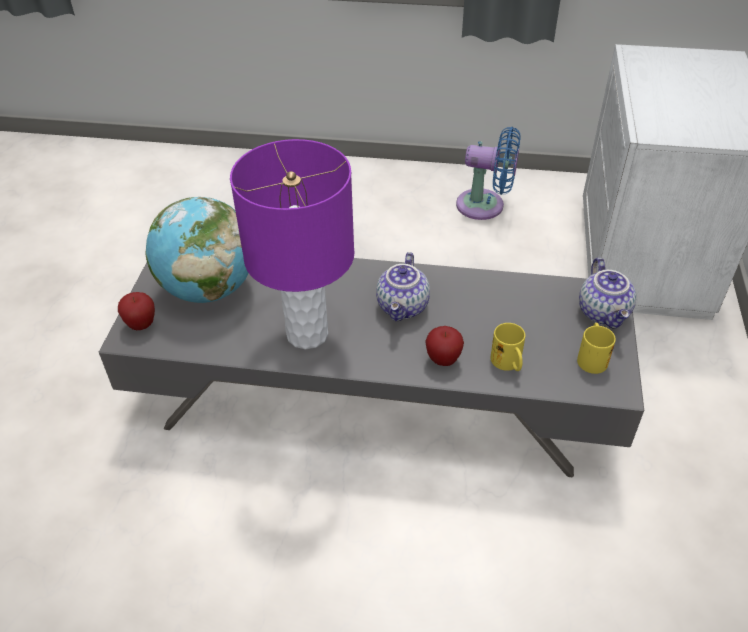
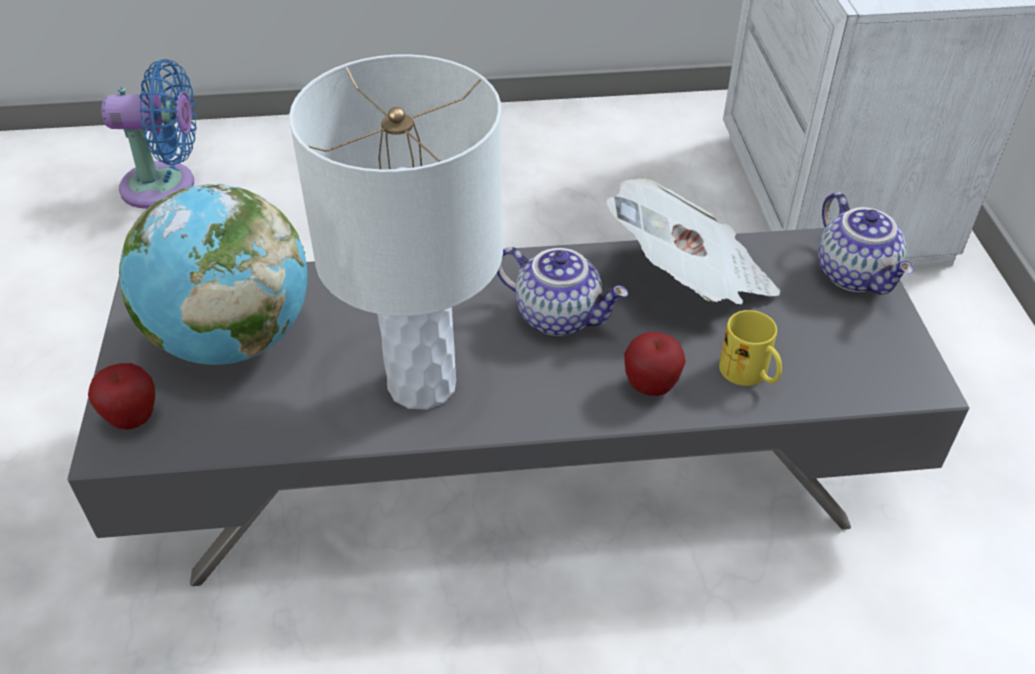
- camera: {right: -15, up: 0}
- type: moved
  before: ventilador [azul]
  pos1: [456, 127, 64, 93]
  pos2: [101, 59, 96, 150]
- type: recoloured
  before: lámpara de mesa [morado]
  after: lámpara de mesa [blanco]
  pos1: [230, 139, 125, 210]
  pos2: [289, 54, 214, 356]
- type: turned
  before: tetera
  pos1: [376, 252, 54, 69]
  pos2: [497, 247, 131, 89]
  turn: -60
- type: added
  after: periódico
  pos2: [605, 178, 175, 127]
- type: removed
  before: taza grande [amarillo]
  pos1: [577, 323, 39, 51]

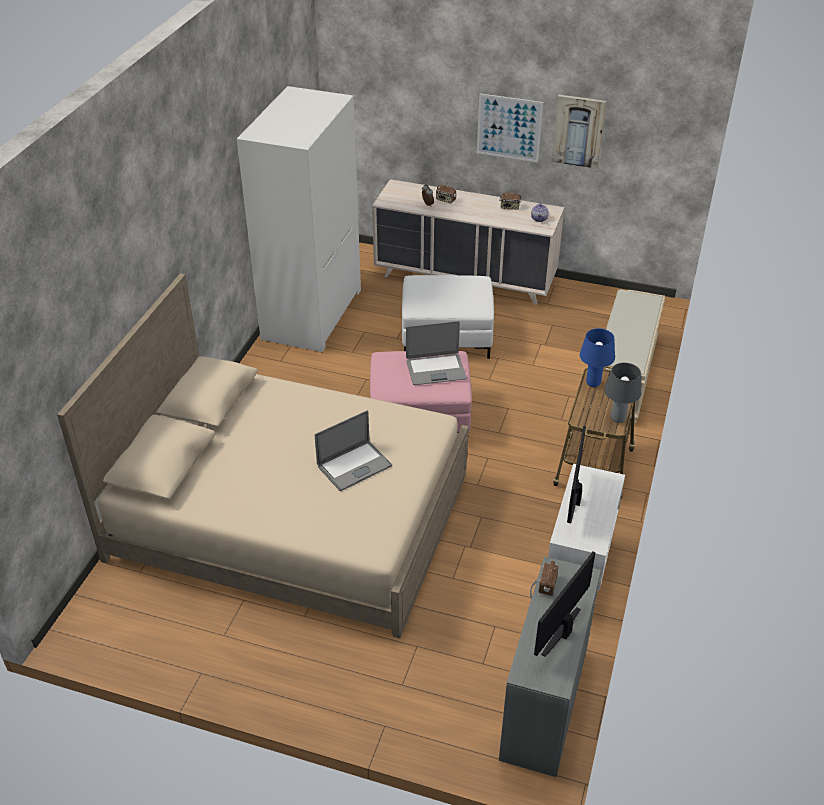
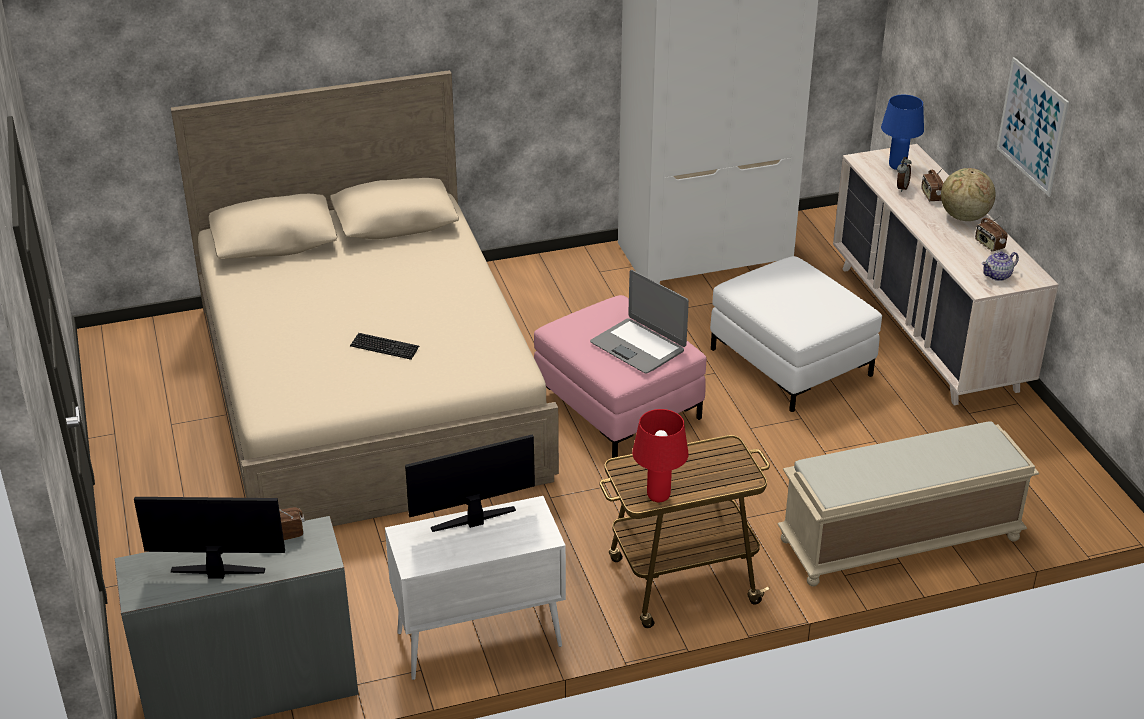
- camera: {right: 55, up: -5}
- type: replaced
  before: portátil
  after: teclado
  pos1: [315, 410, 77, 81]
  pos2: [350, 333, 69, 27]
- type: recoloured
  before: lámpara de mesa [gris]
  after: lámpara de mesa [rojo]
  pos1: [604, 363, 37, 60]
  pos2: [632, 409, 57, 93]
- type: moved
  before: lámpara de mesa [azul]
  pos1: [580, 328, 35, 59]
  pos2: [881, 95, 43, 75]
- type: added
  after: globo terráqueo
  pos2: [941, 168, 55, 53]
- type: removed
  before: cuadro
  pos1: [551, 94, 55, 75]

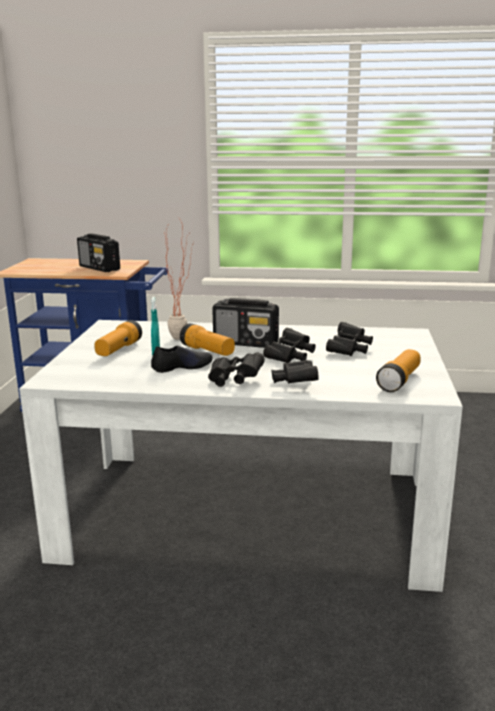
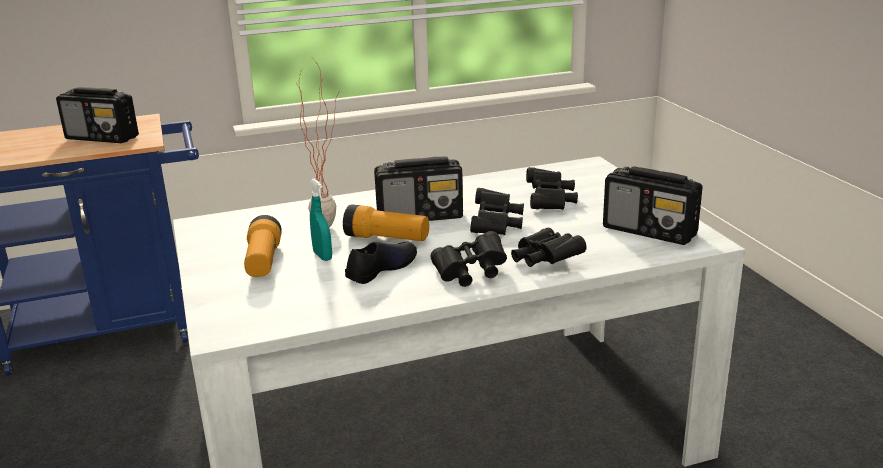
- camera: {right: -25, up: 5}
- type: replaced
  before: linterna
  after: radio
  pos1: [376, 349, 45, 43]
  pos2: [603, 166, 100, 79]

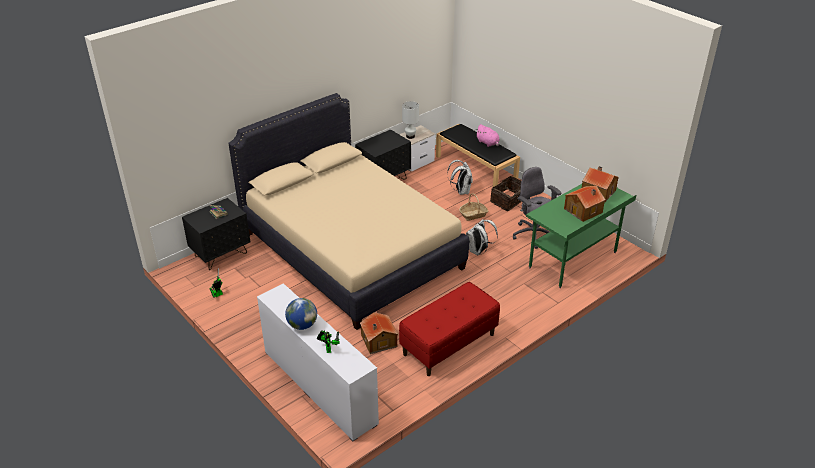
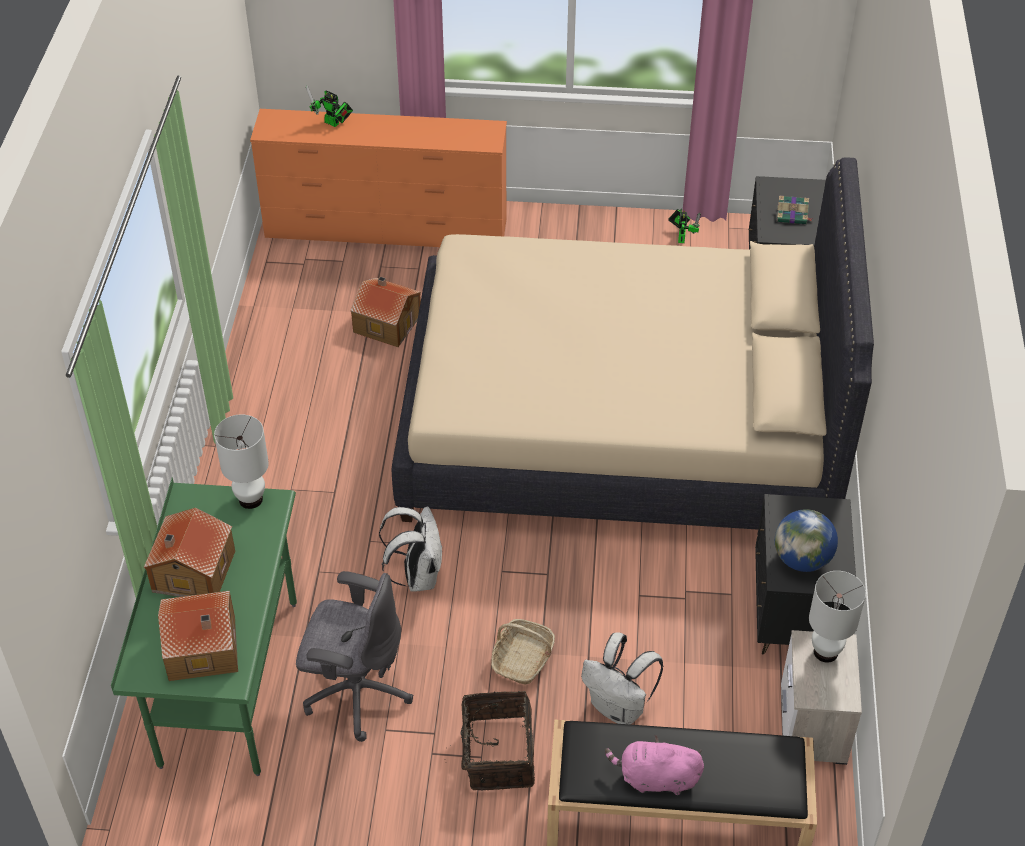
- camera: {right: 135, up: 10}
- type: added
  after: lámpara de mesa [blanco]
  pos2: [214, 414, 55, 95]
- type: recoloured
  before: cómoda [blanco]
  after: cómoda [naranja]
  pos1: [257, 283, 122, 158]
  pos2: [250, 109, 257, 138]
- type: moved
  before: globo terráqueo
  pos1: [285, 298, 32, 32]
  pos2: [775, 509, 63, 63]
- type: removed
  before: banco [rojo]
  pos1: [399, 282, 101, 94]

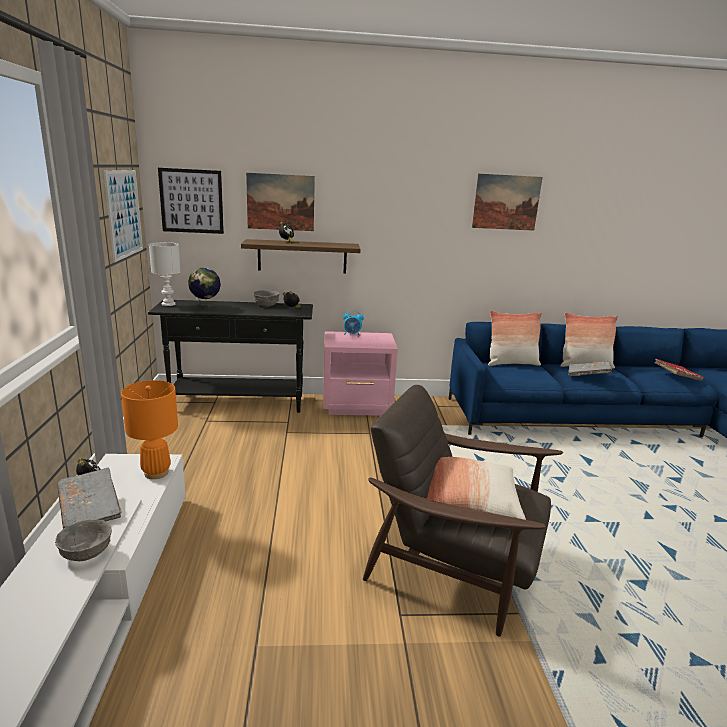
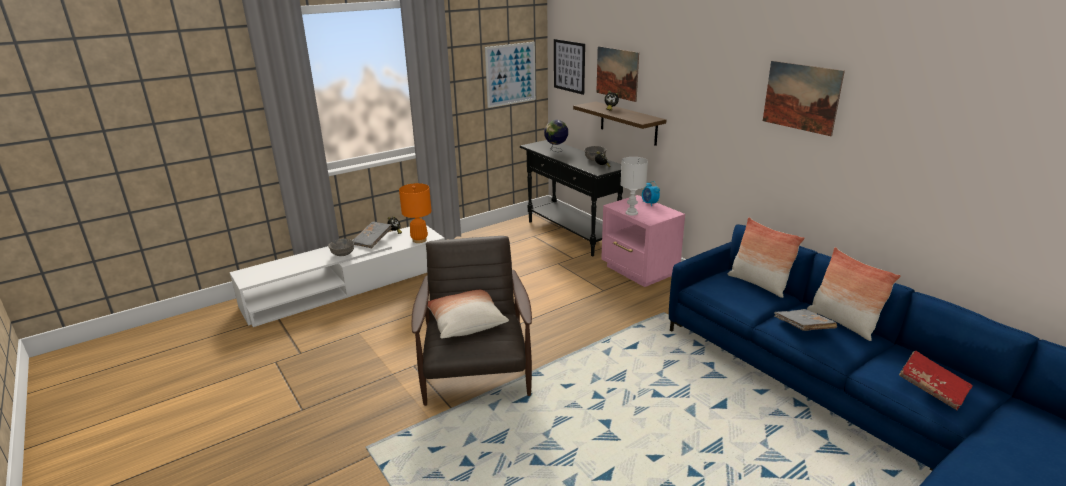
- camera: {right: 60, up: 5}
- type: moved
  before: lámpara de mesa [blanco]
  pos1: [149, 242, 32, 64]
  pos2: [620, 157, 28, 59]

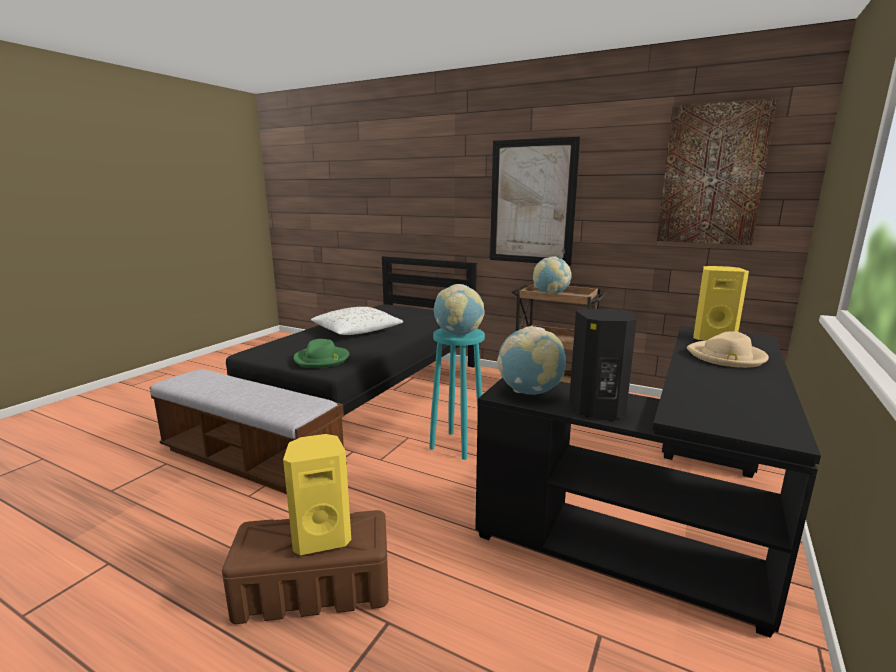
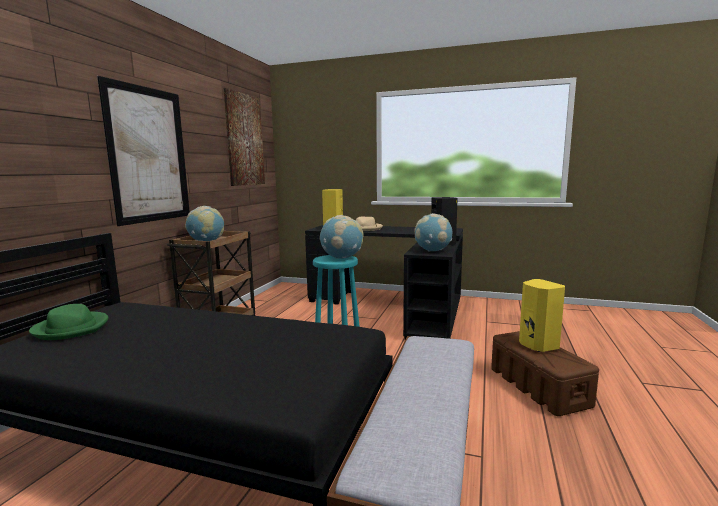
- camera: {right: -100, up: -5}
- type: moved
  before: sombrero [verde]
  pos1: [294, 339, 55, 29]
  pos2: [29, 304, 79, 36]
- type: removed
  before: cojín [blanco]
  pos1: [311, 307, 92, 28]

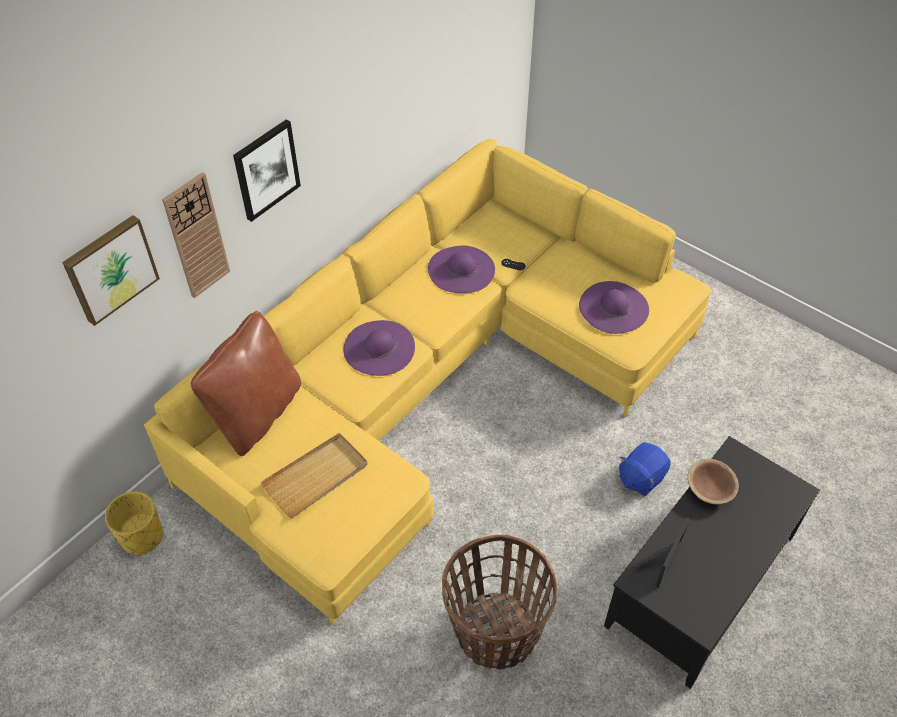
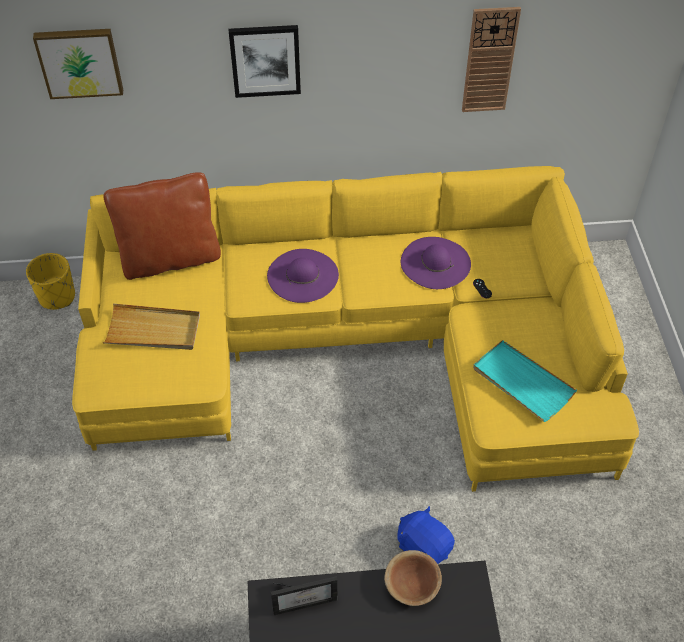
- camera: {right: 45, up: 0}
- type: turned
  before: peluche [azul]
  pos1: [619, 442, 52, 54]
  pos2: [397, 506, 58, 58]
  turn: 45
- type: moved
  before: reloj de pared
  pos1: [162, 172, 68, 126]
  pos2: [462, 7, 59, 105]
- type: replaced
  before: sombrero [morado]
  after: bandeja [turquesa]
  pos1: [579, 281, 70, 53]
  pos2: [473, 340, 104, 82]
- type: removed
  before: cesta
  pos1: [442, 535, 115, 134]

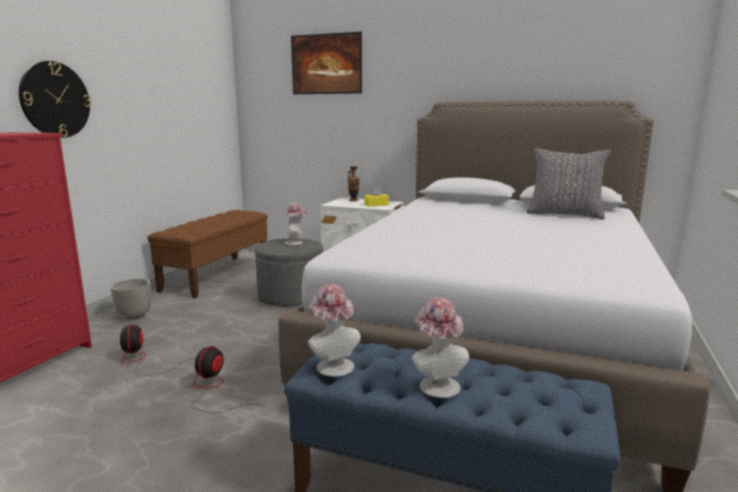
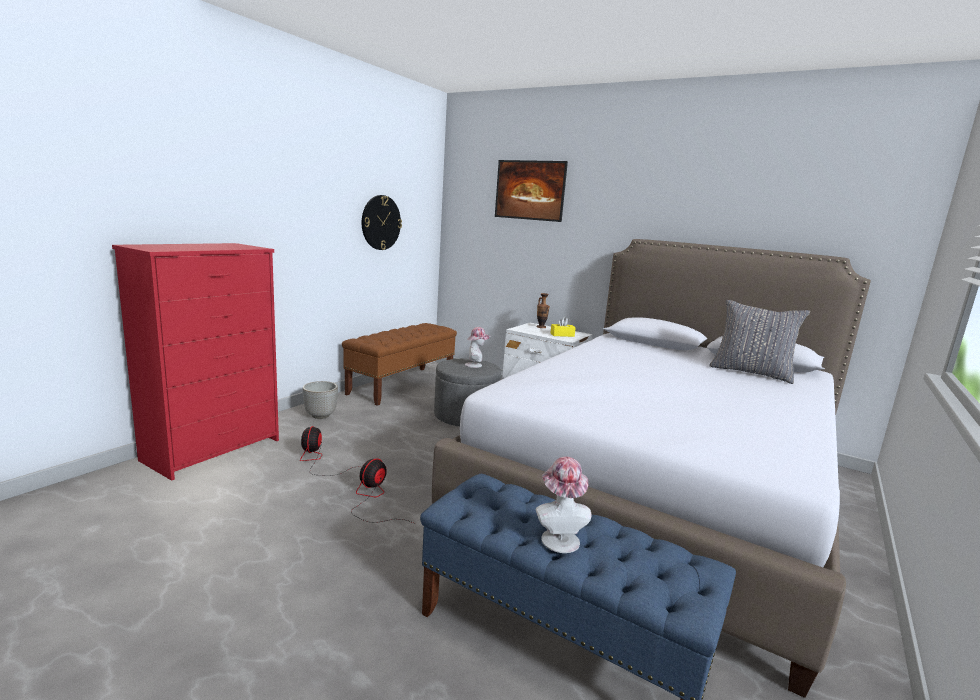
- camera: {right: 10, up: 0}
- type: moved
  before: reloj de pared
  pos1: [19, 61, 72, 77]
  pos2: [362, 195, 40, 55]
- type: removed
  before: sombrero
  pos1: [308, 284, 53, 93]

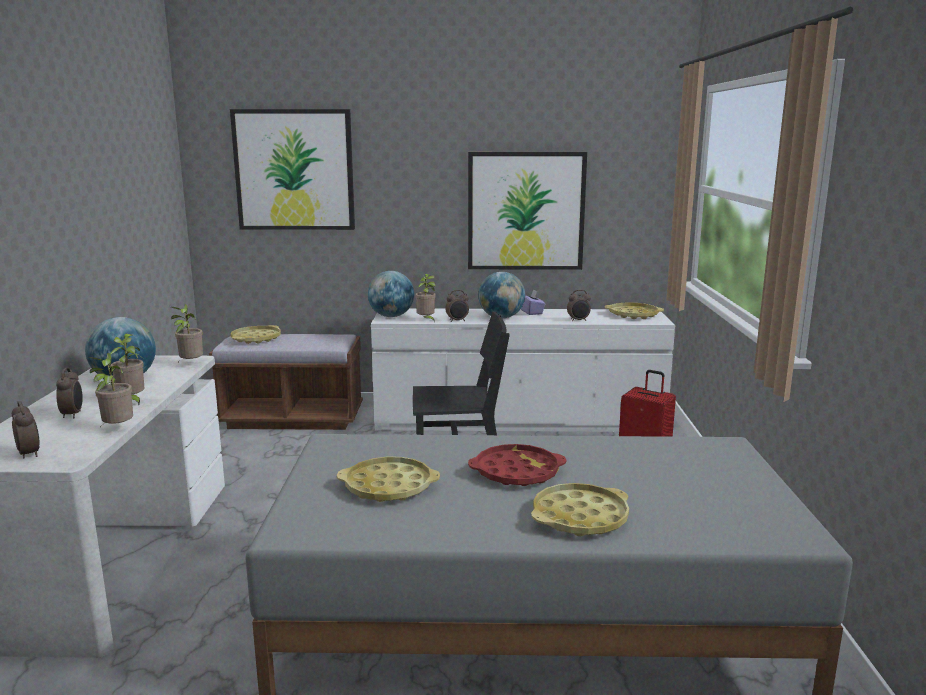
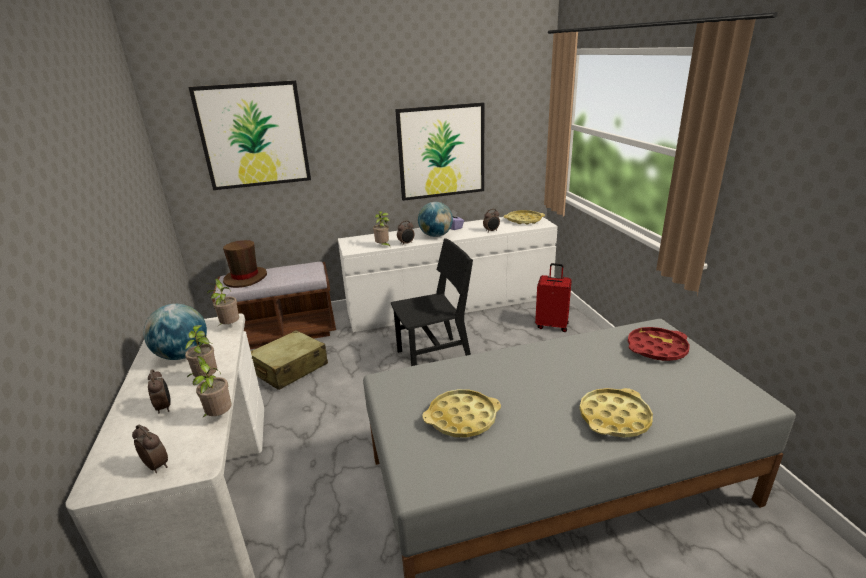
- camera: {right: -15, up: 10}
- type: replaced
  before: bandeja [amarillo]
  after: sombrero [marrón]
  pos1: [231, 325, 50, 19]
  pos2: [223, 240, 44, 48]
- type: added
  after: maleta [beis]
  pos2: [251, 330, 77, 60]
- type: moved
  before: bandeja [rojo]
  pos1: [468, 444, 99, 42]
  pos2: [628, 327, 62, 34]
- type: removed
  before: globo terráqueo
  pos1: [368, 271, 46, 46]

